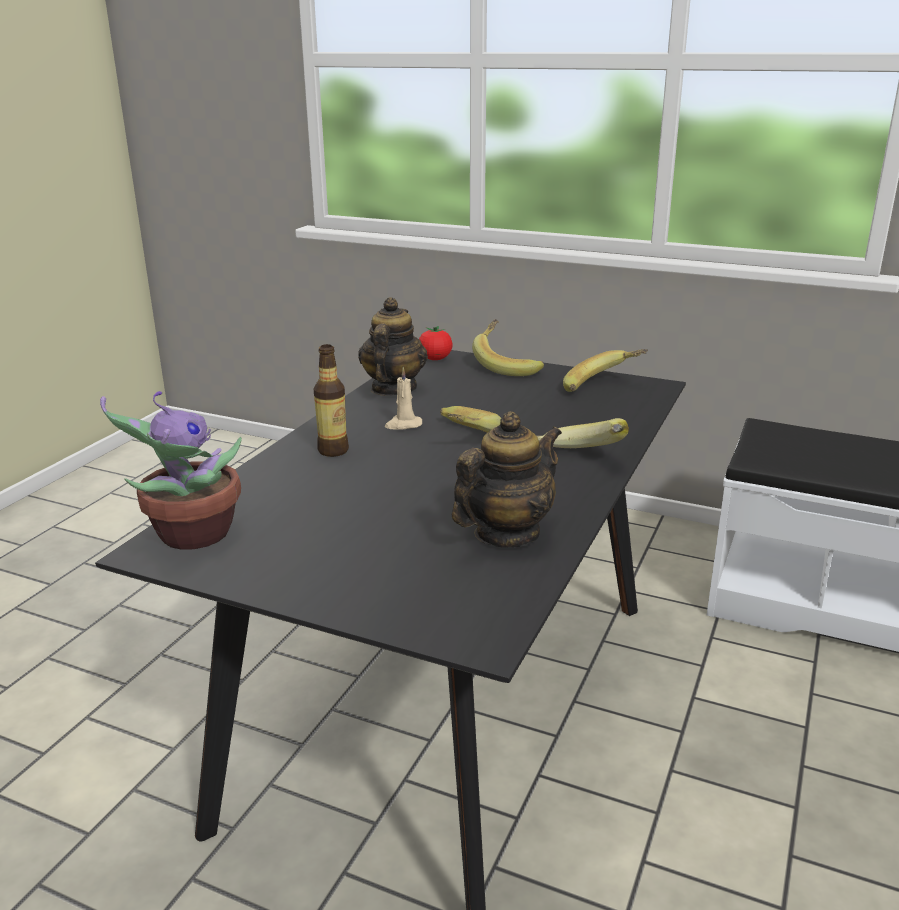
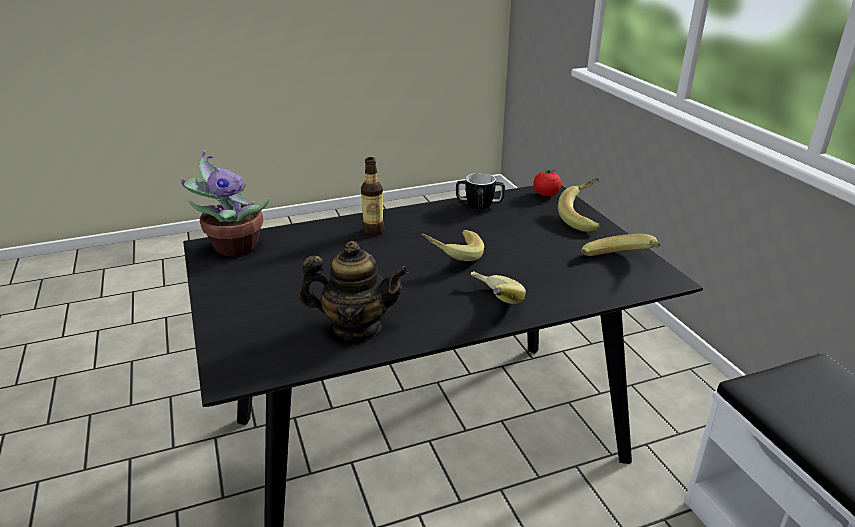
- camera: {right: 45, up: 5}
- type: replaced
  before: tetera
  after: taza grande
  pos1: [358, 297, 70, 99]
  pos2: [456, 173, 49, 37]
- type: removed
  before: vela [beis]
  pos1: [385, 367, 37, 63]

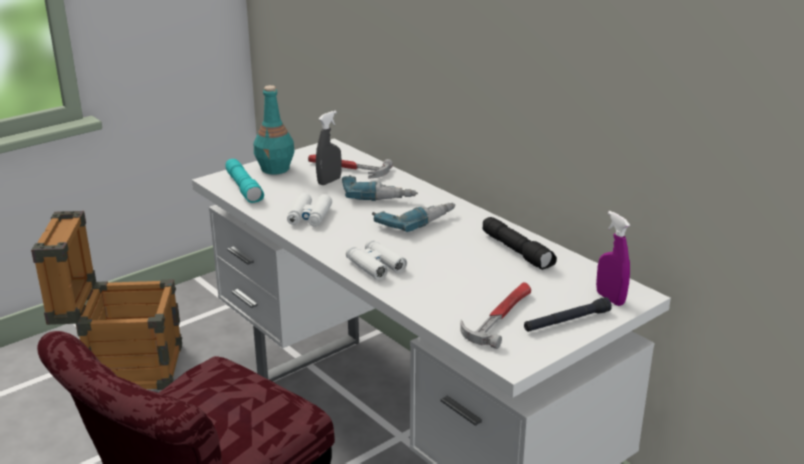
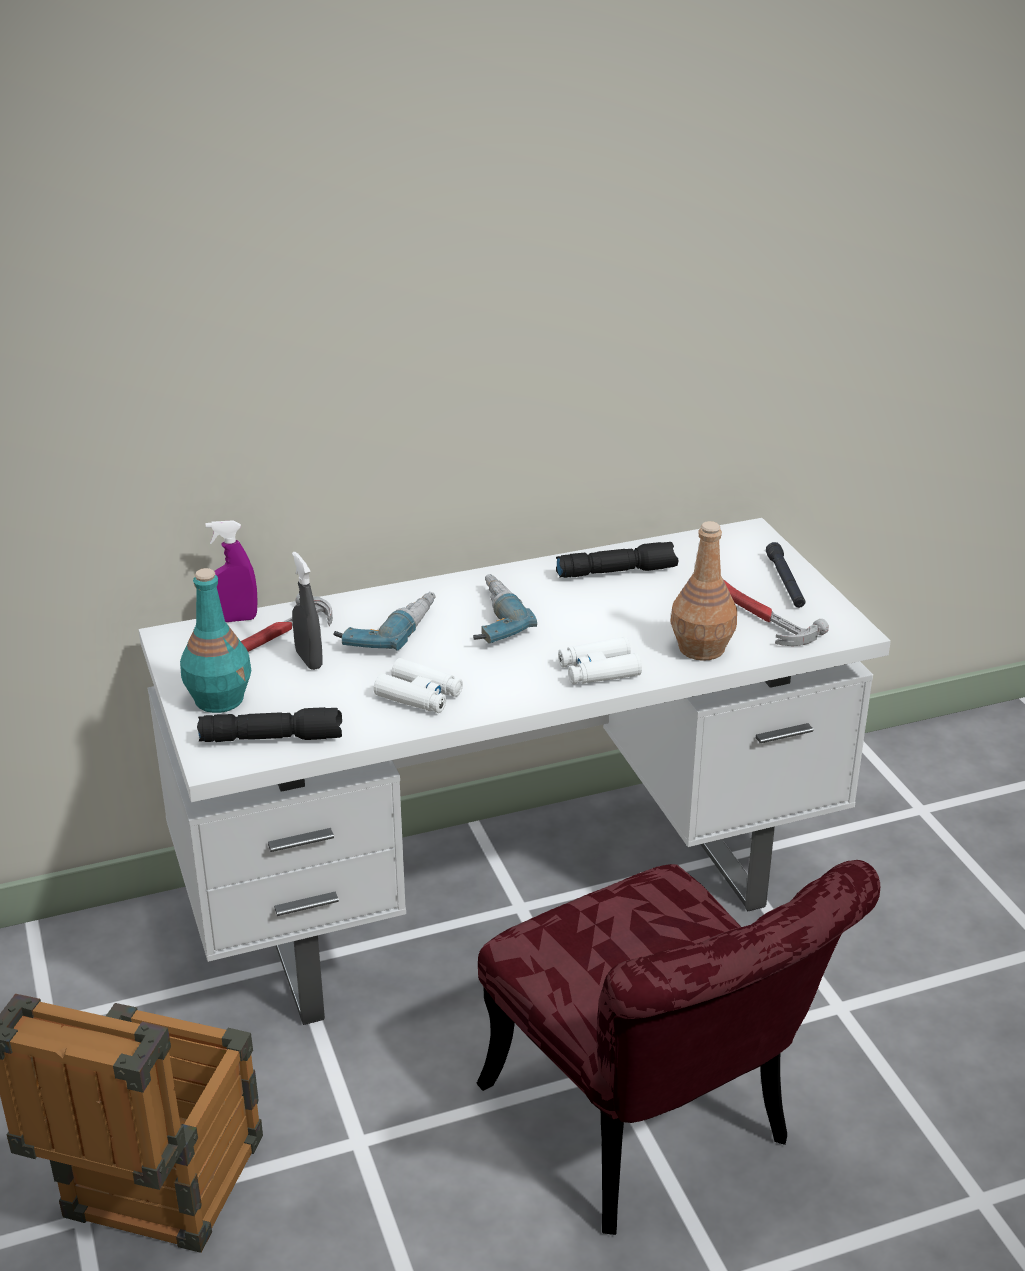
- camera: {right: -70, up: 5}
- type: recoloured
  before: linterna [turquesa]
  after: linterna [negro]
  pos1: [226, 159, 38, 44]
  pos2: [197, 707, 145, 35]
- type: moved
  before: pulverizador [morado]
  pos1: [596, 211, 34, 95]
  pos2: [206, 520, 52, 102]
- type: added
  after: botella [marrón]
  pos2: [670, 521, 67, 140]

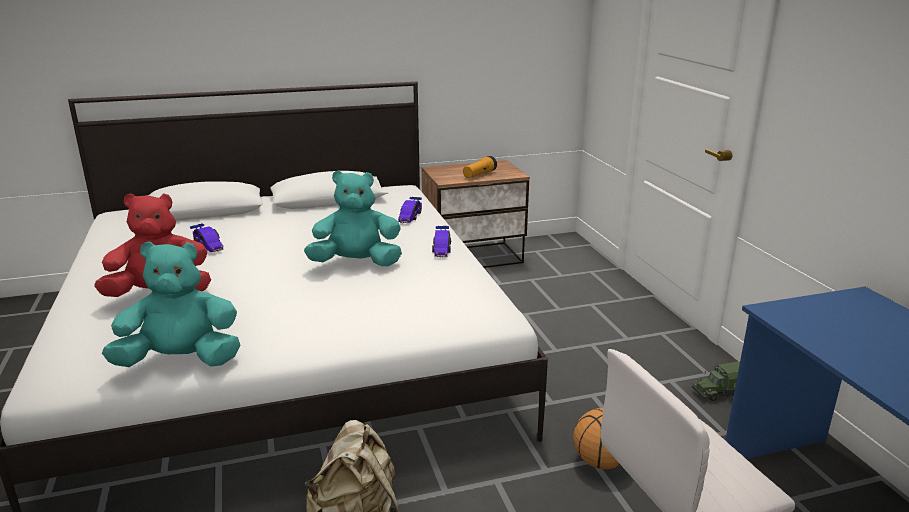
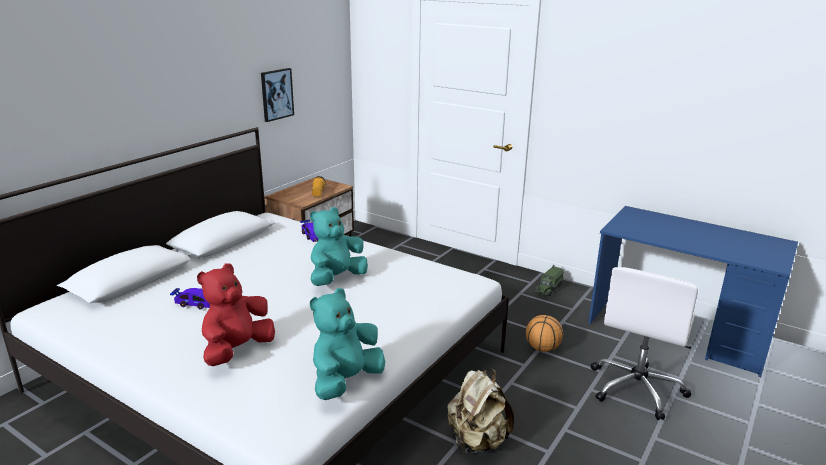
- camera: {right: -40, up: 0}
- type: added
  after: cuadro
  pos2: [261, 68, 33, 54]
- type: removed
  before: coche de juguete
  pos1: [432, 226, 19, 31]

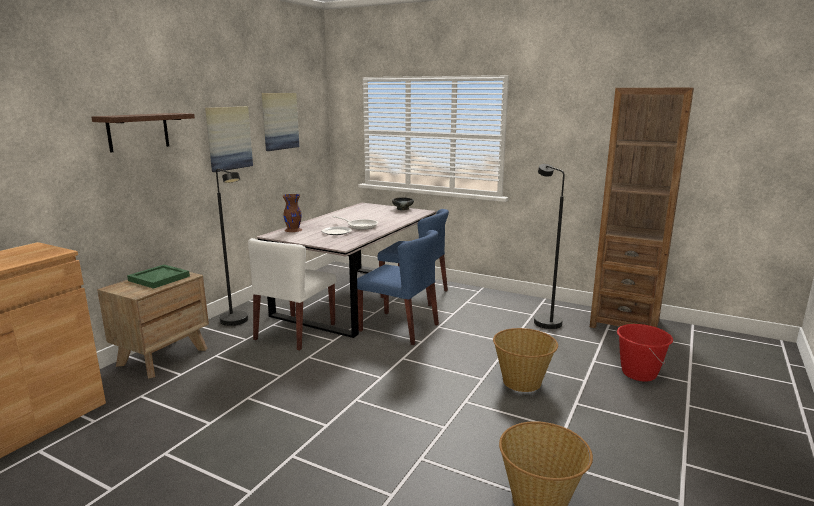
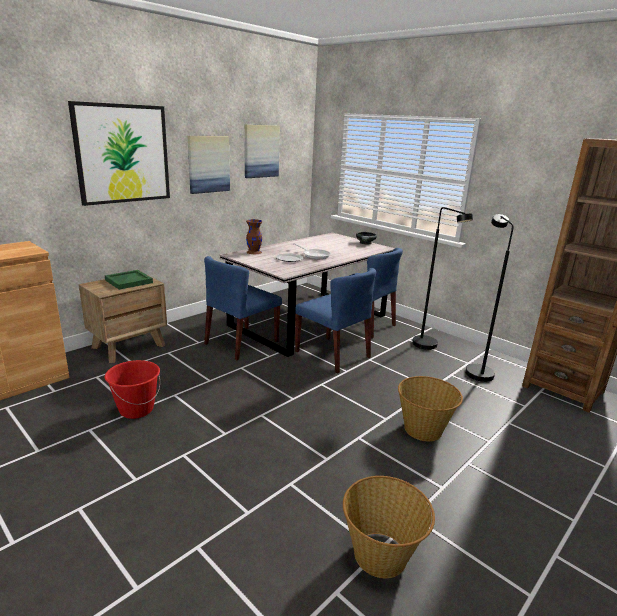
- camera: {right: 15, up: 5}
- type: replaced
  before: estante
  after: cuadro
  pos1: [92, 113, 103, 40]
  pos2: [68, 101, 102, 105]
- type: moved
  before: cubo [rojo]
  pos1: [617, 324, 56, 58]
  pos2: [105, 360, 55, 59]
- type: recoloured
  before: silla [blanco]
  after: silla [azul]
  pos1: [248, 238, 88, 112]
  pos2: [204, 256, 78, 104]
- type: moved
  before: lámpara de pie [negro]
  pos1: [216, 169, 32, 157]
  pos2: [412, 207, 61, 143]

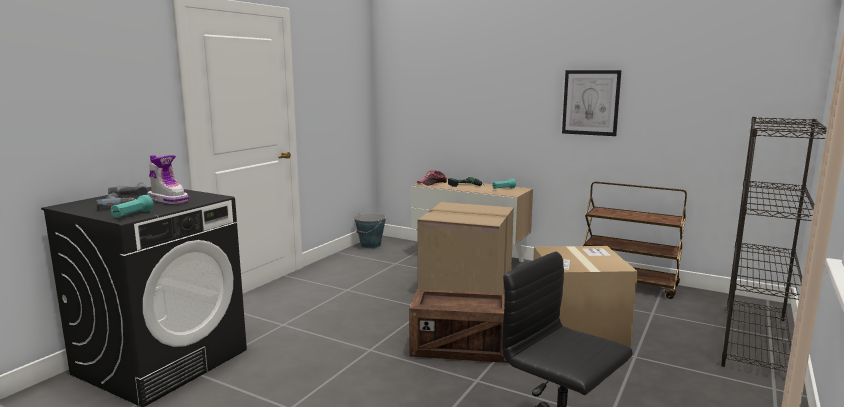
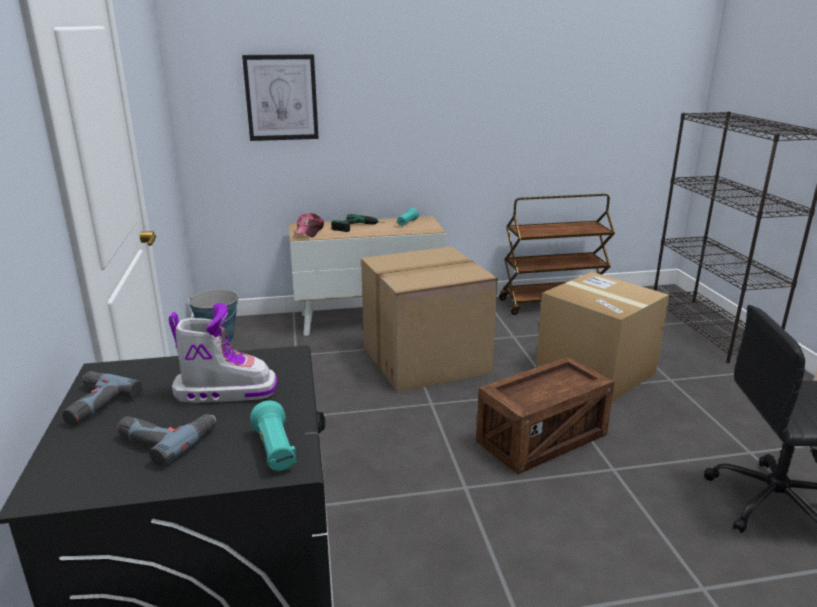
- camera: {right: -40, up: 10}
- type: moved
  before: cuadro
  pos1: [562, 70, 59, 66]
  pos2: [242, 54, 77, 87]

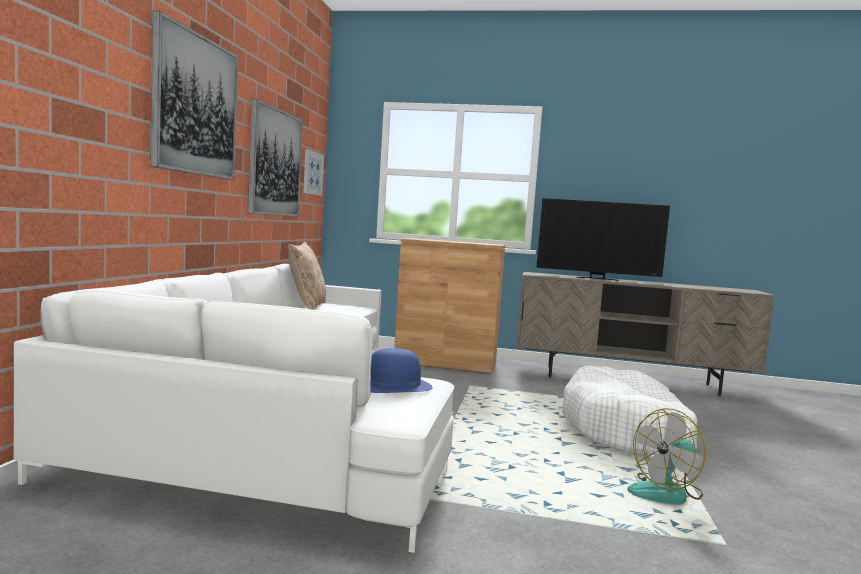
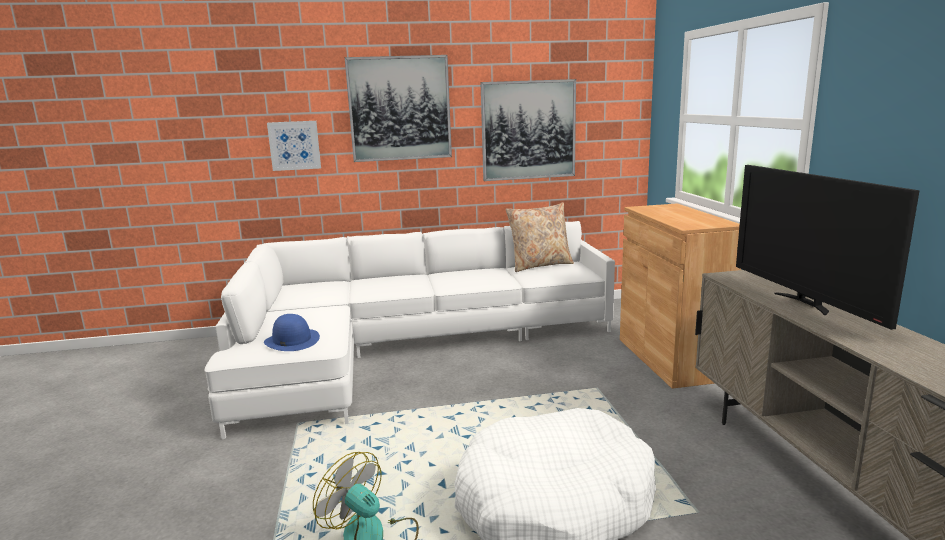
- camera: {right: 70, up: 10}
- type: moved
  before: cuadro
  pos1: [303, 149, 21, 47]
  pos2: [267, 121, 54, 50]

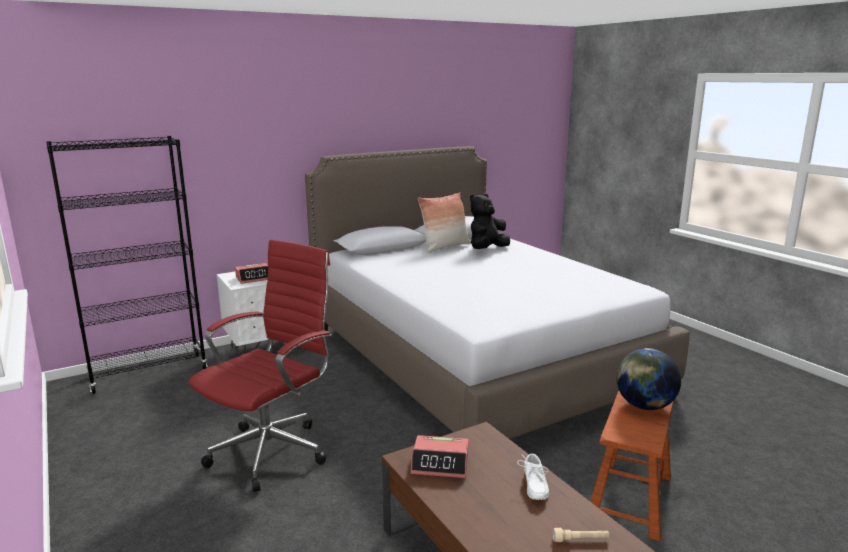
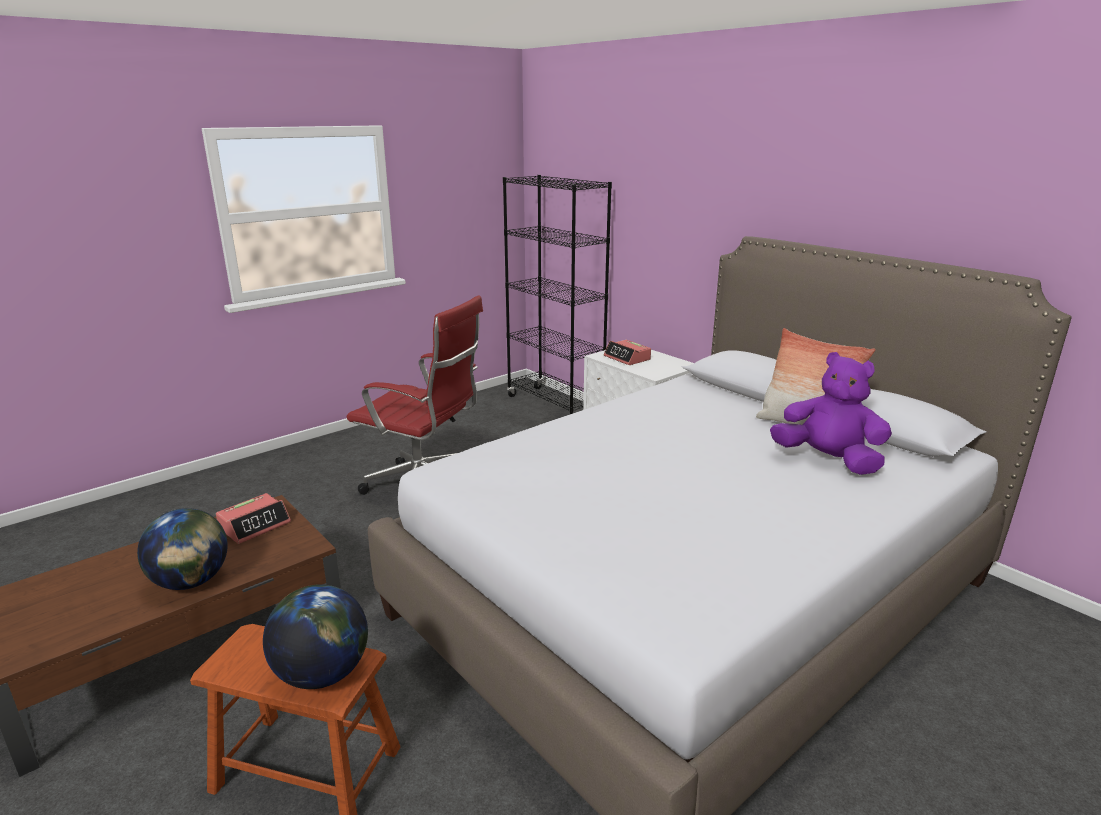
- camera: {right: 80, up: 5}
- type: replaced
  before: zapato [blanco]
  after: globo terráqueo
  pos1: [517, 454, 32, 46]
  pos2: [137, 508, 91, 82]
- type: turned
  before: despertador
  pos1: [411, 435, 58, 43]
  pos2: [216, 493, 75, 51]
  turn: -135
- type: recoloured
  before: peluche [negro]
  after: peluche [morado]
  pos1: [470, 194, 40, 55]
  pos2: [770, 352, 122, 123]
- type: removed
  before: linterna [beis]
  pos1: [553, 528, 56, 14]

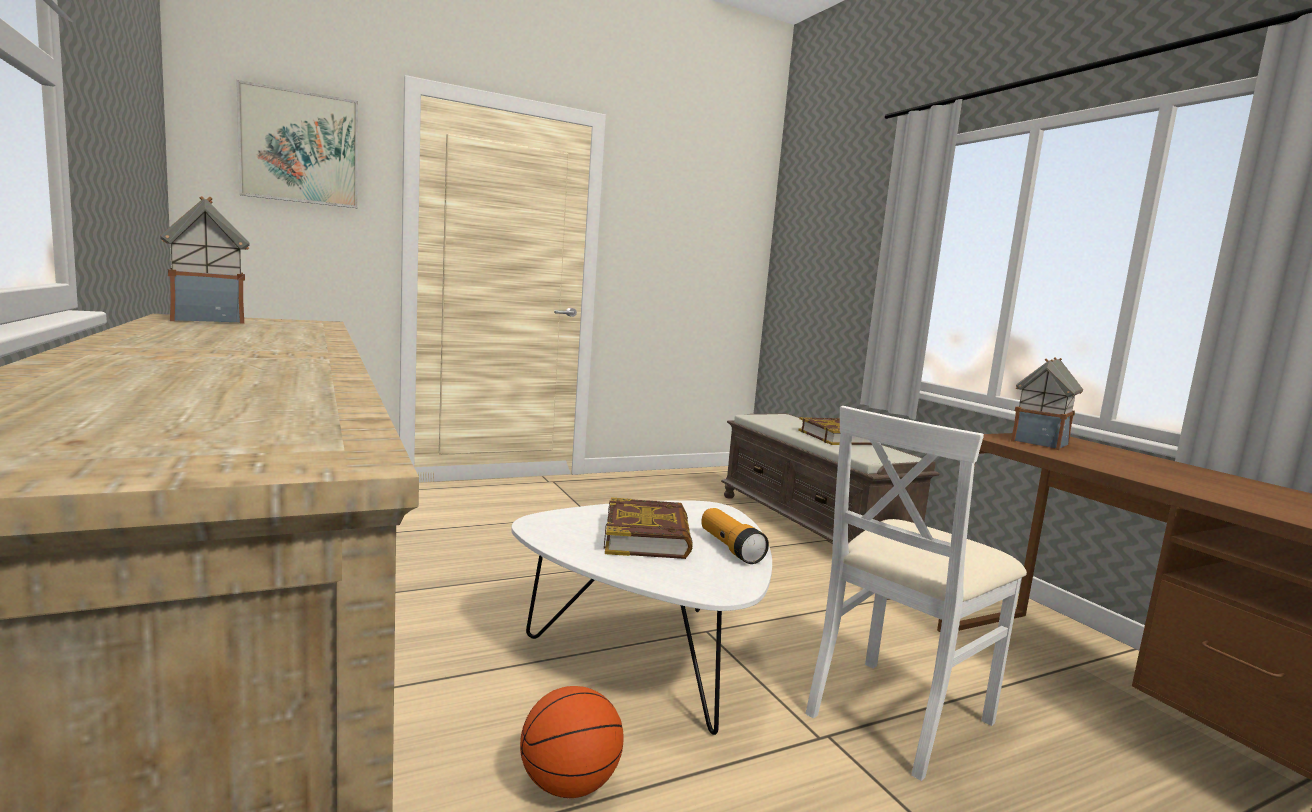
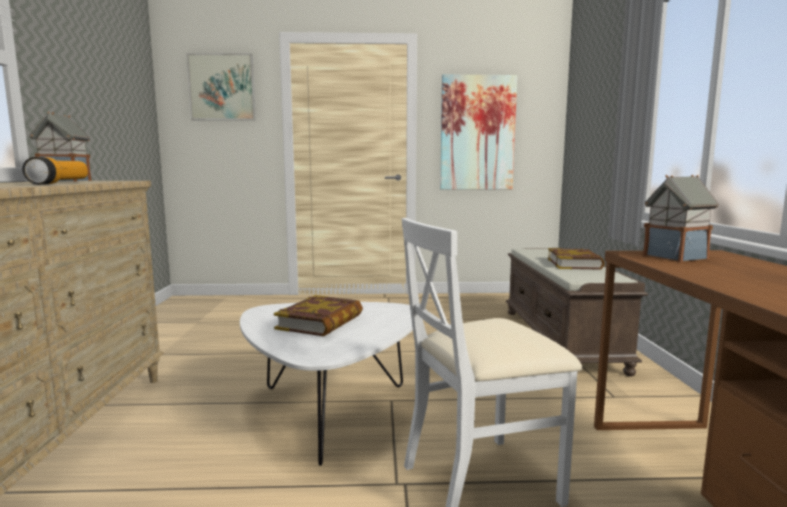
- camera: {right: 25, up: 0}
- type: moved
  before: linterna
  pos1: [701, 508, 68, 56]
  pos2: [22, 157, 66, 27]
- type: added
  after: cuadro
  pos2: [440, 75, 77, 115]
- type: removed
  before: balón de baloncesto
  pos1: [520, 686, 104, 112]

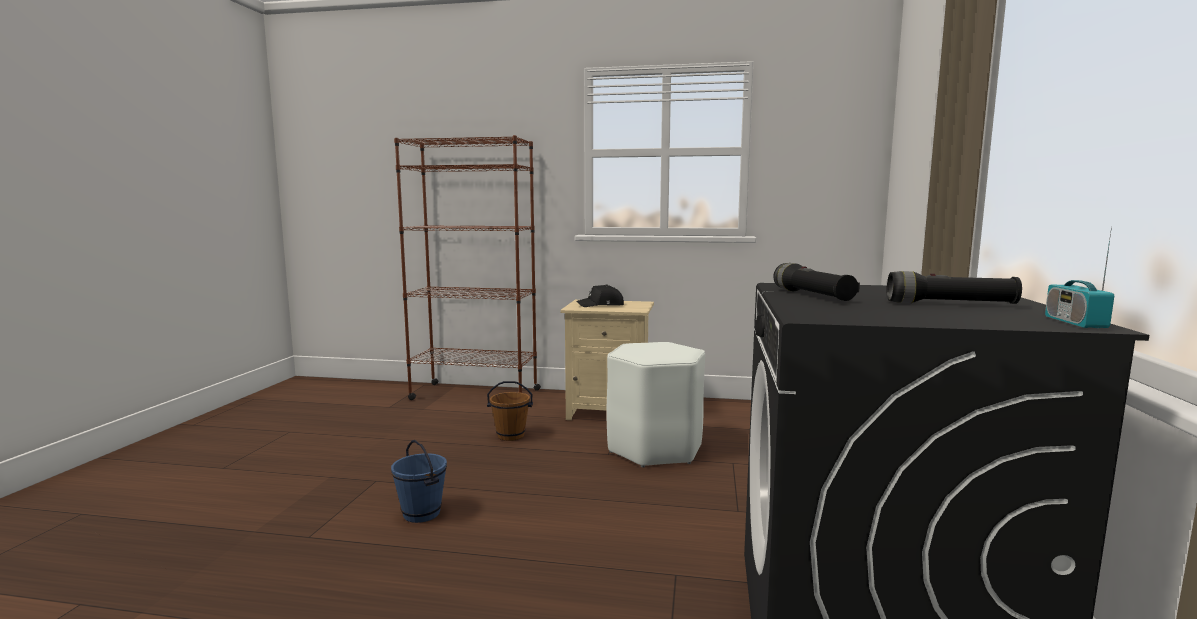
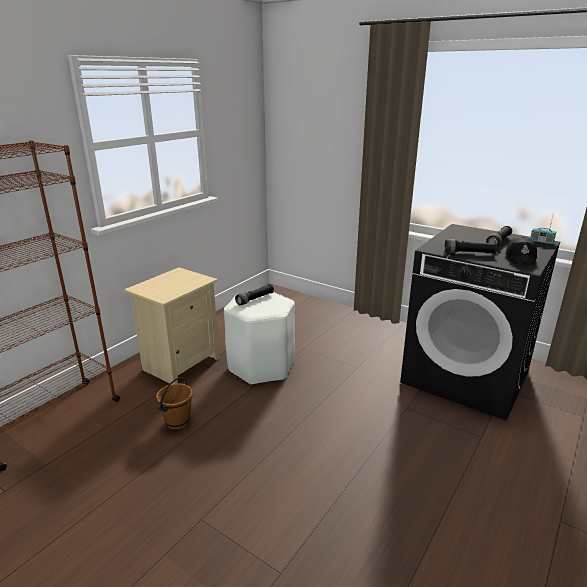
- camera: {right: -65, up: 15}
- type: added
  after: linterna [negro]
  pos2: [235, 284, 39, 21]
- type: moved
  before: gorra [negro]
  pos1: [576, 284, 48, 23]
  pos2: [505, 236, 32, 30]
- type: removed
  before: cubo [azul]
  pos1: [391, 440, 56, 83]

